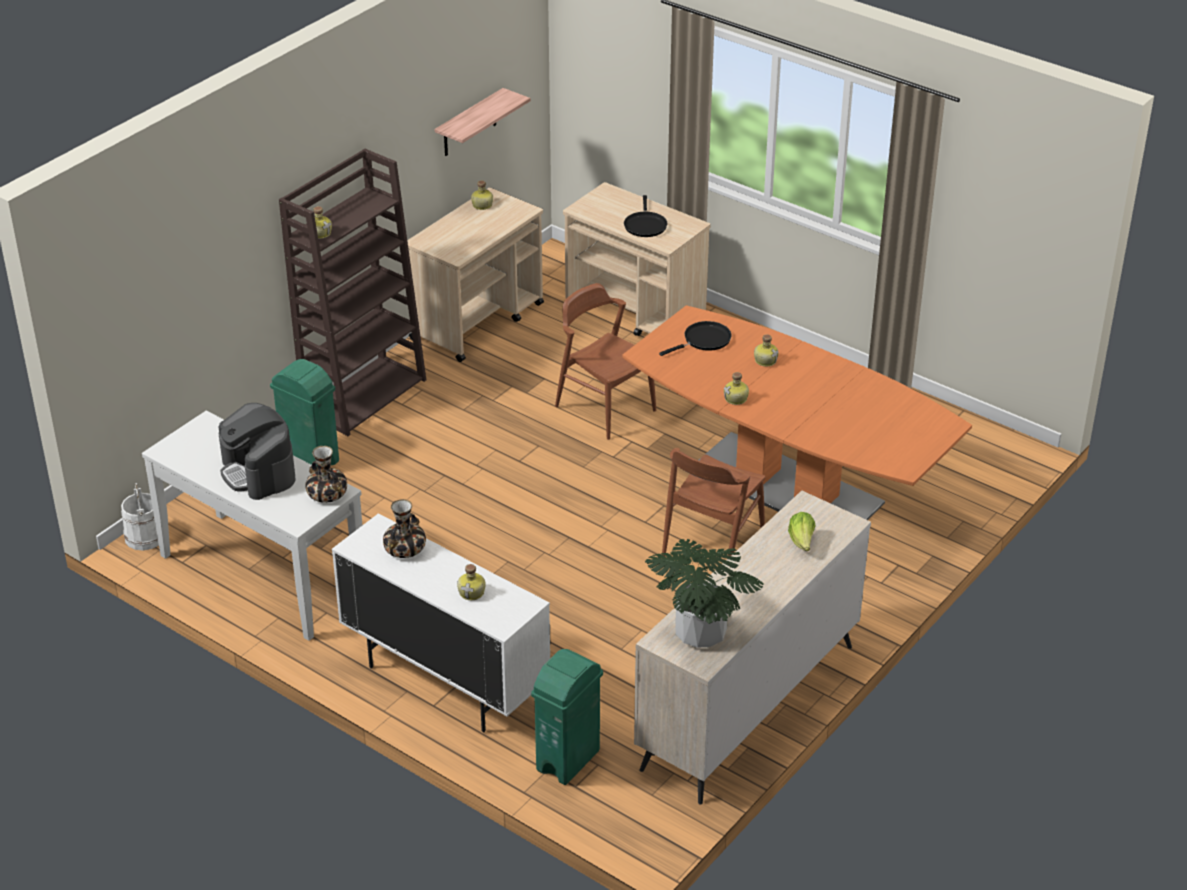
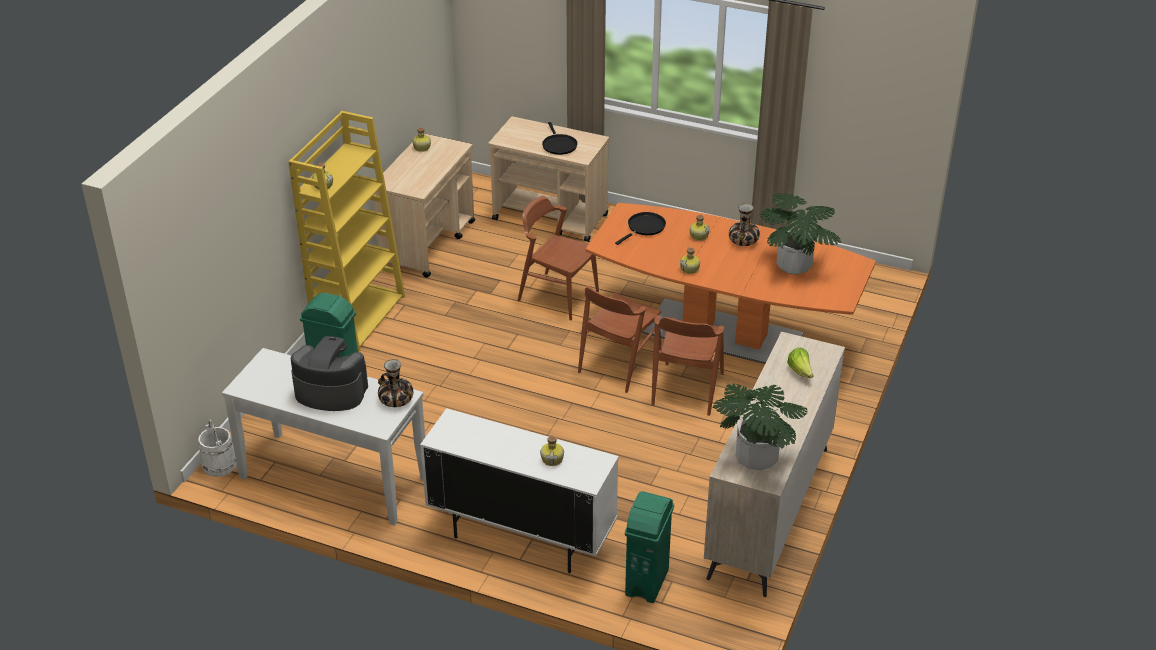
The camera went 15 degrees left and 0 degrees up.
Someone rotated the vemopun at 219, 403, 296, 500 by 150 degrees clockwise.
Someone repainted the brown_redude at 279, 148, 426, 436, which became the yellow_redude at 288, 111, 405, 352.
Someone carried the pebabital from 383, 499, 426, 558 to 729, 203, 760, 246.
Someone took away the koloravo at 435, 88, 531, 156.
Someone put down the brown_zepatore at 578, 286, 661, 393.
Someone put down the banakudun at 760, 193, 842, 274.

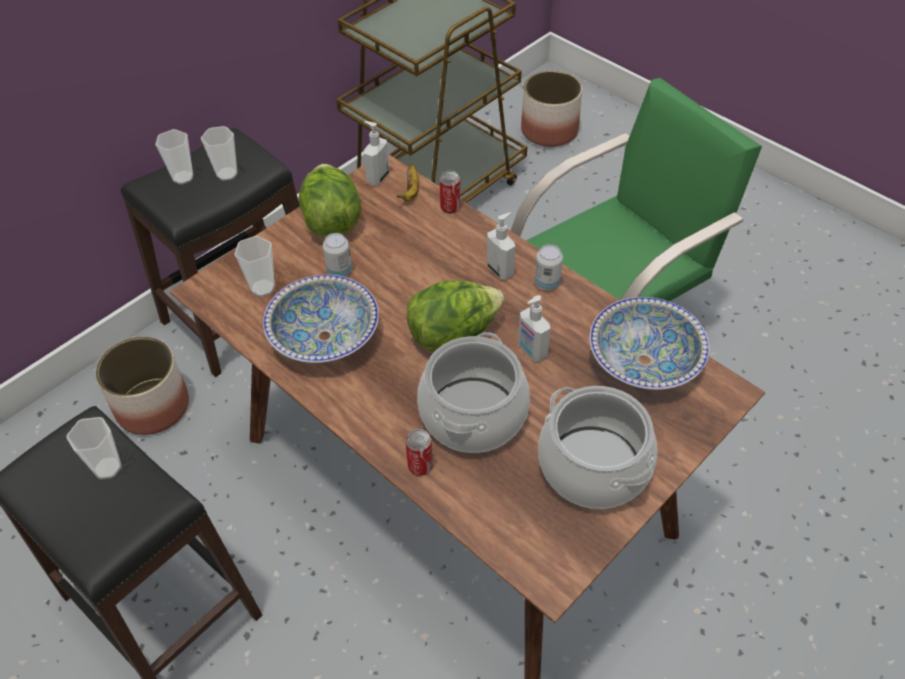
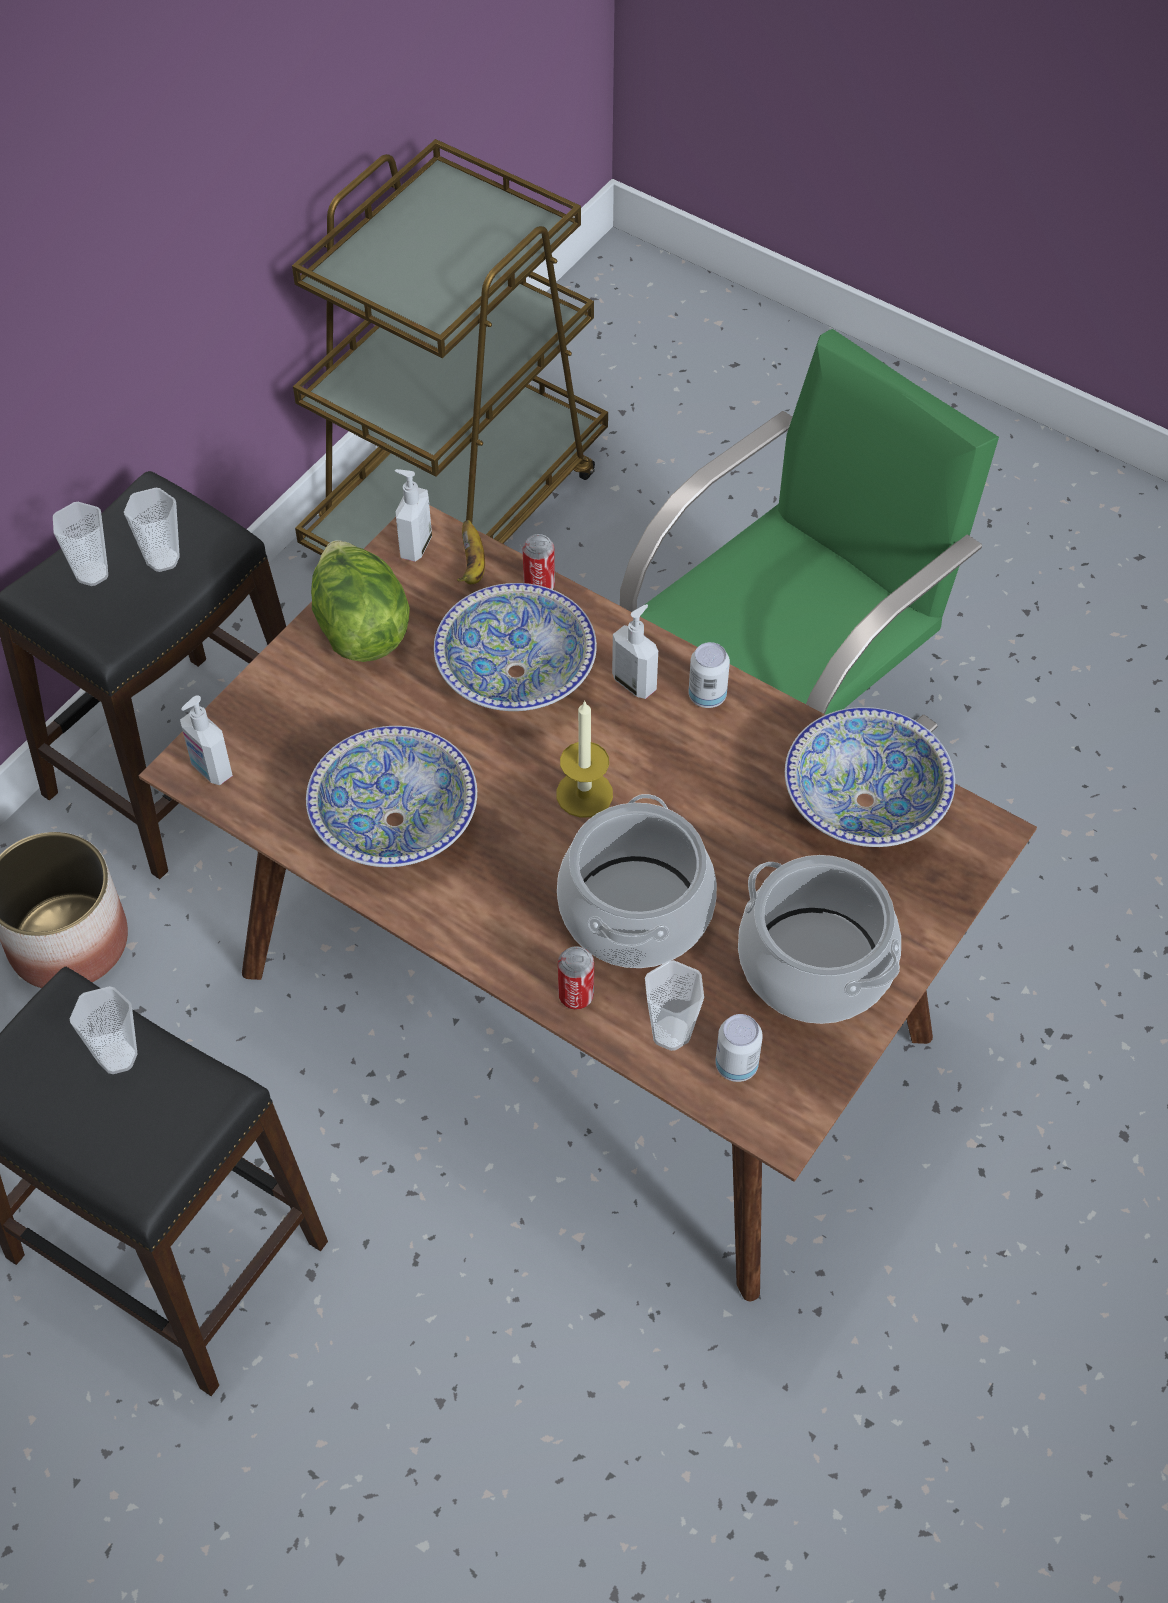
The camera went 10 degrees left and 5 degrees up.
Someone carried the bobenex from 234, 236, 275, 297 to 645, 960, 704, 1051.
Someone carried the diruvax from 323, 233, 352, 277 to 715, 1014, 763, 1082.
Someone swapped the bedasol at 407, 280, 504, 352 for the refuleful at 556, 700, 613, 818.
Someone carried the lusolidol from 518, 295, 551, 362 to 180, 695, 233, 785.
Someone took away the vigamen at 521, 71, 582, 147.
Someone put down the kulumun at 434, 583, 597, 711.

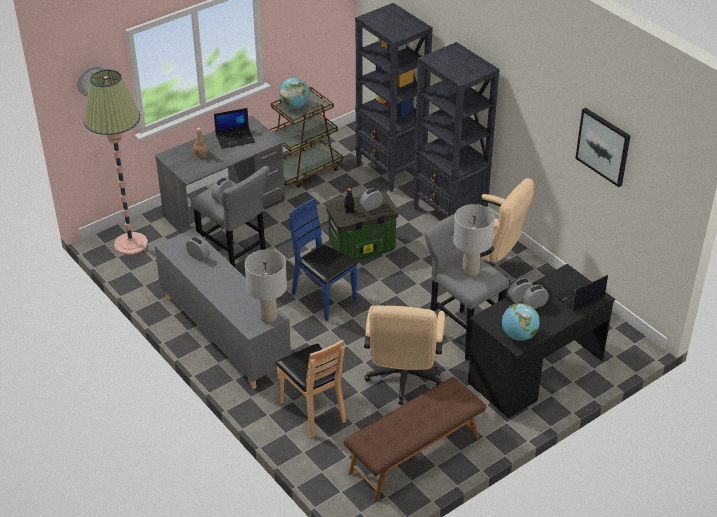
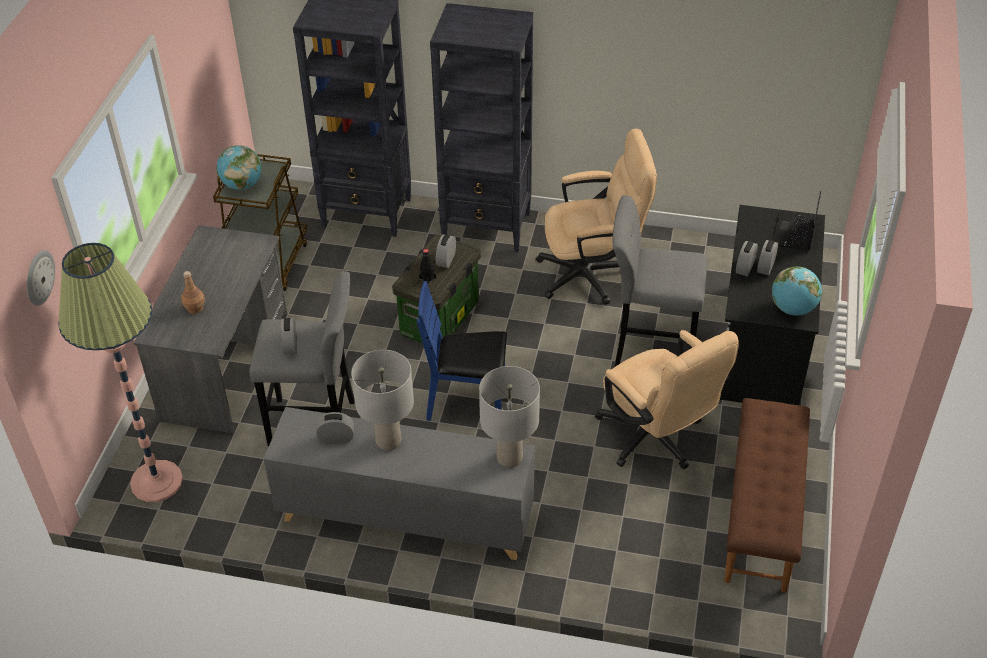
The camera went 40 degrees left and 5 degrees up.
Someone took away the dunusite at 214, 108, 255, 149.
Someone took away the brown_zepatore at 275, 340, 346, 438.
Someone carried the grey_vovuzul from 453, 204, 495, 277 to 351, 350, 414, 451.
Someone took away the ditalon at 575, 108, 630, 187.

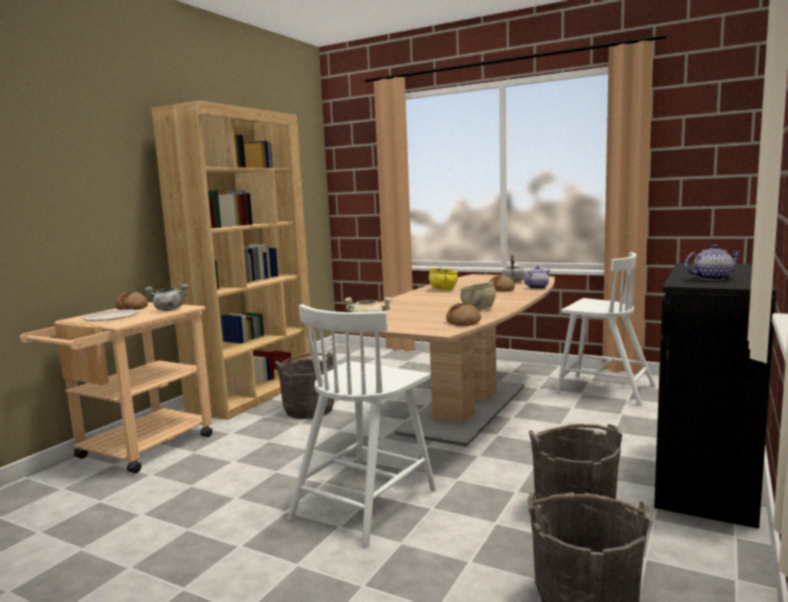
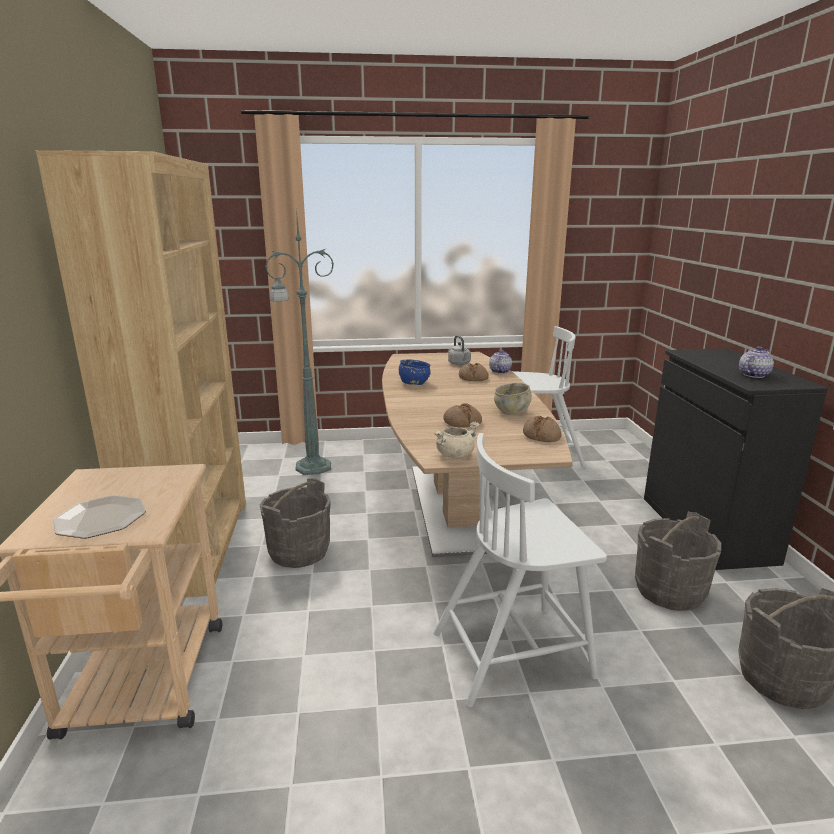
The camera went 35 degrees left and 10 degrees up.
Someone carried the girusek from 115, 292, 148, 310 to 443, 403, 482, 428.
Someone took away the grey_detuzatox at 145, 284, 188, 311.
Someone rotated the white_zepatore at 288, 304, 436, 548 by 75 degrees clockwise.
Someone repainted the yellow_kulumun at 429, 268, 458, 290, which became the blue_kulumun at 399, 359, 430, 385.
Someone put down the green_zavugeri at 265, 208, 334, 475.

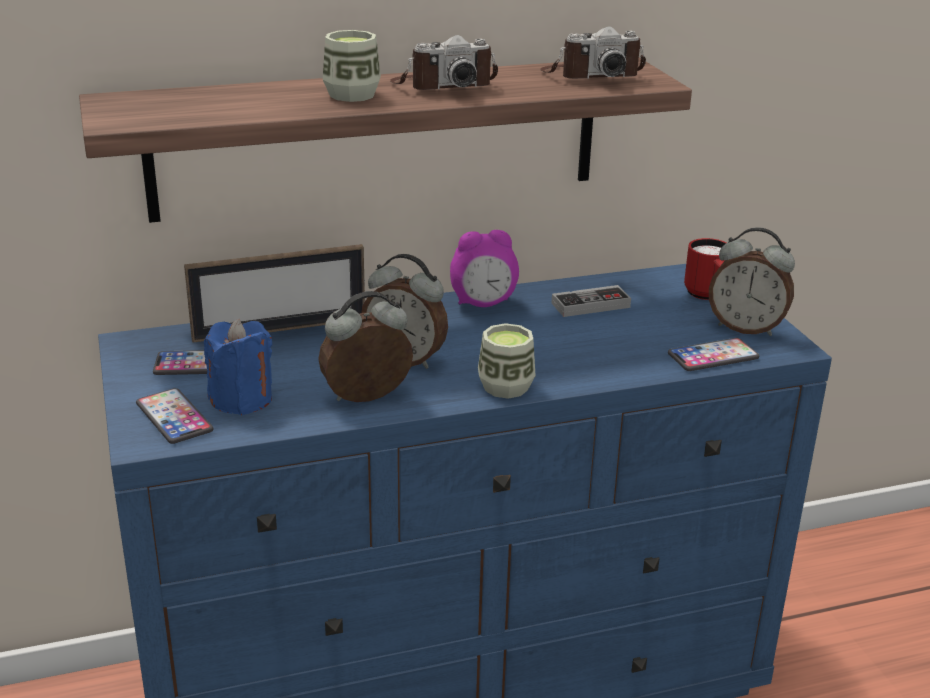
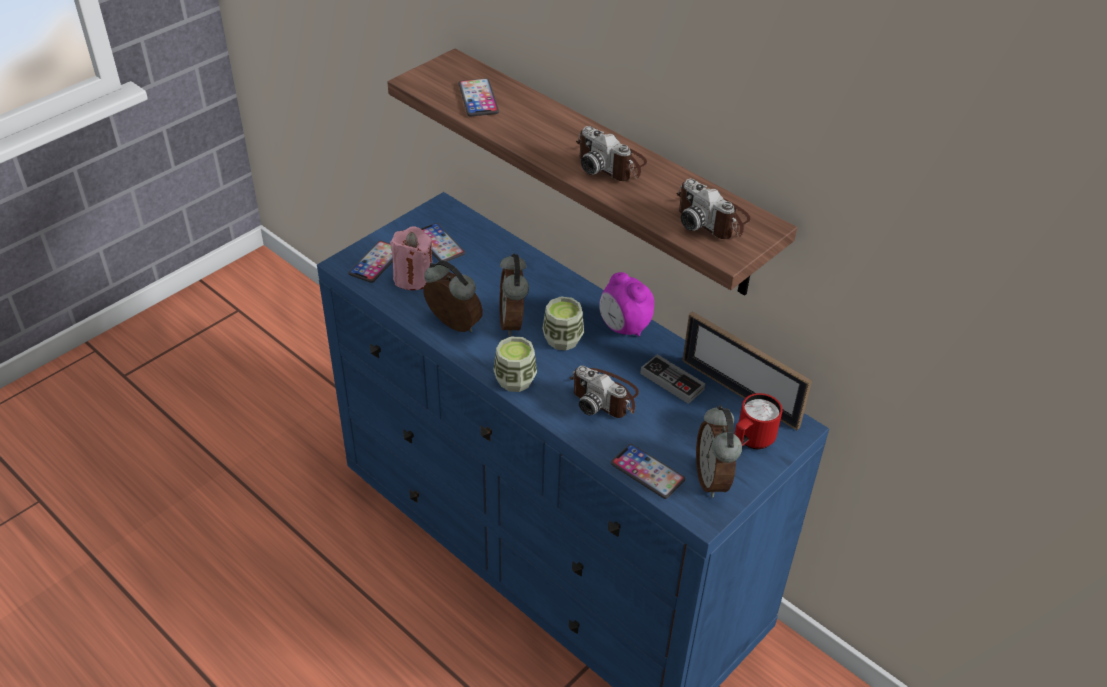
The camera went 60 degrees right and 15 degrees up.
Someone carried the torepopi from 184, 244, 365, 343 to 682, 311, 812, 430.
Someone repainted the blue_refuleful at 204, 319, 272, 415, which became the pink_refuleful at 390, 226, 432, 290.
Someone carried the bobenex from 323, 30, 381, 102 to 542, 297, 584, 351.
Someone put down the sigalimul at 459, 78, 499, 116.
Someone put down the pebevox at 569, 366, 639, 418.

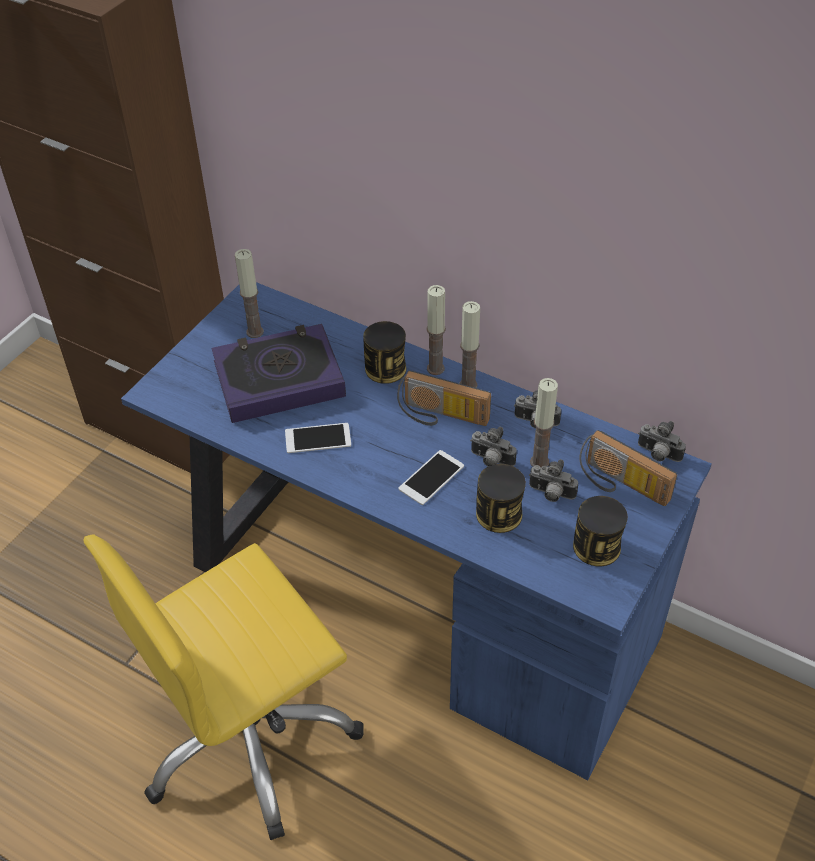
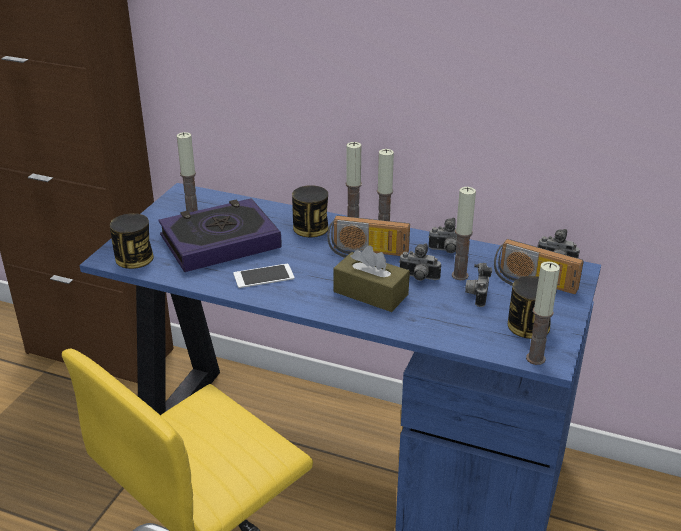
The camera went 10 degrees left and 15 degrees down.
Someone swapped the sigalimul at 399, 450, 464, 505 for the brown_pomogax at 333, 246, 410, 312.
Someone carried the diruvax from 476, 464, 526, 533 to 110, 213, 154, 269.
Someone rotated the pebevox at 529, 459, 578, 502 by 90 degrees clockwise.
Someone put down the refuleful at 526, 261, 560, 365.

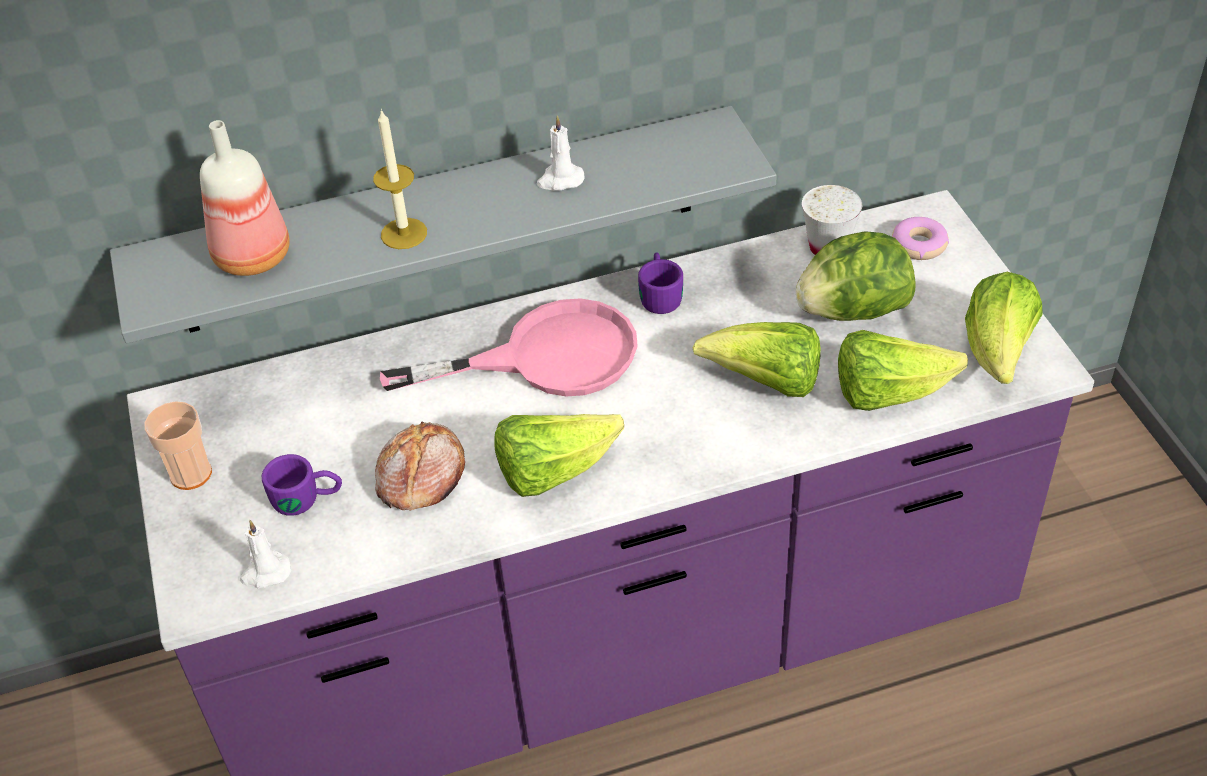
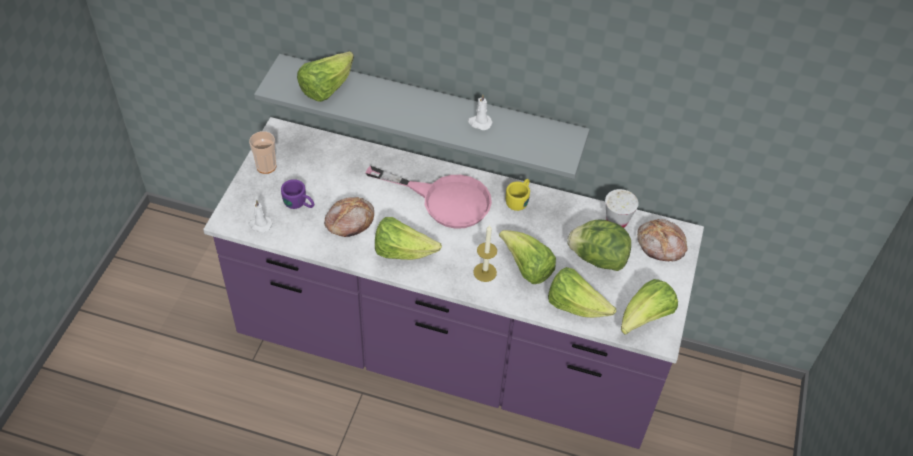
The camera went 30 degrees right and 5 degrees up.
Someone swapped the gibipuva at 200, 120, 290, 276 for the bedasol at 297, 51, 354, 102.
Someone carried the refuleful from 373, 109, 427, 249 to 473, 225, 497, 282.
Someone repainted the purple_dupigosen at 638, 252, 683, 314, which became the yellow_dupigosen at 506, 179, 530, 211.
Someone swapped the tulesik at 892, 217, 949, 260 for the girusek at 637, 219, 687, 261.

